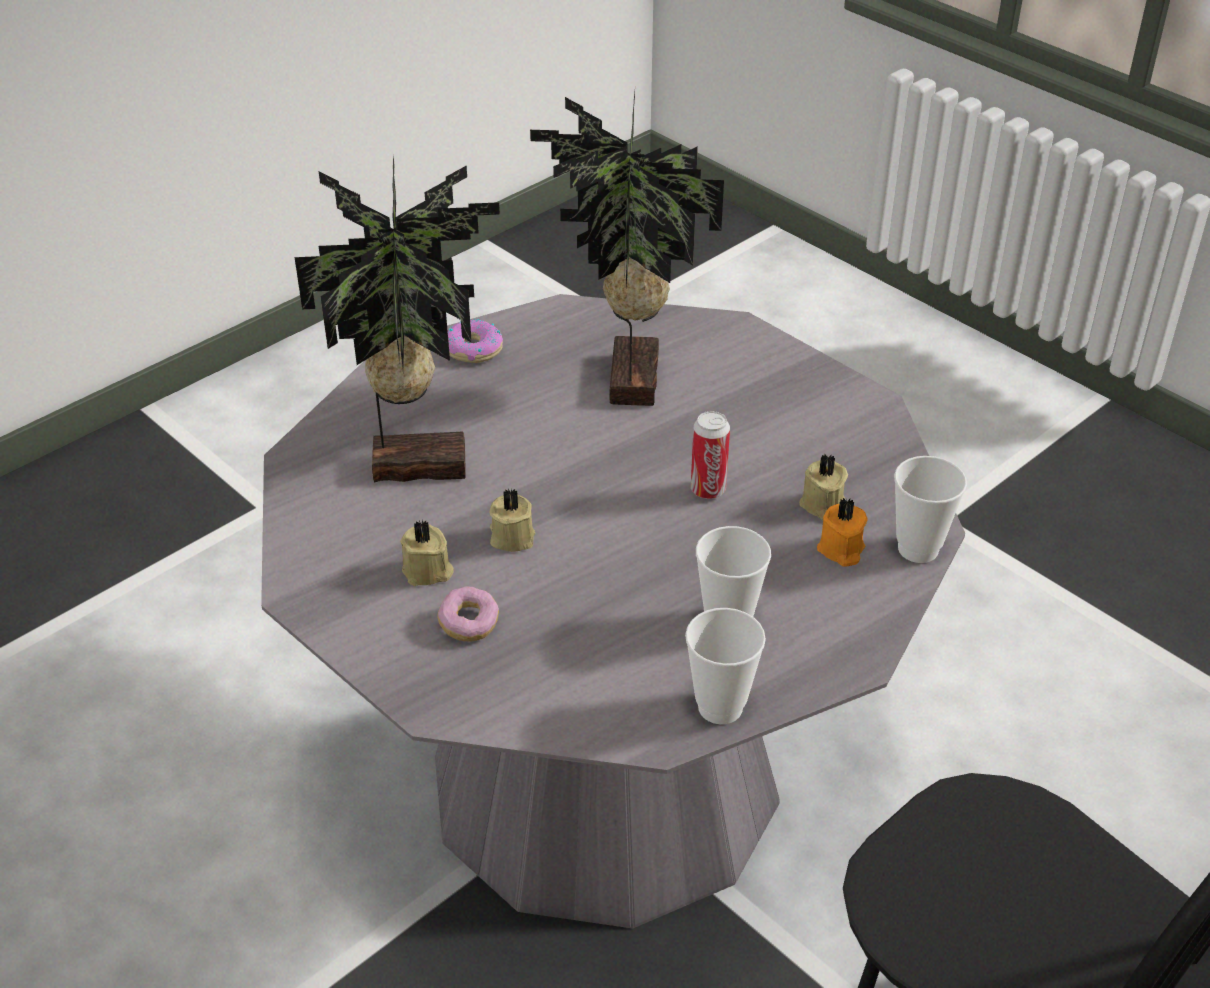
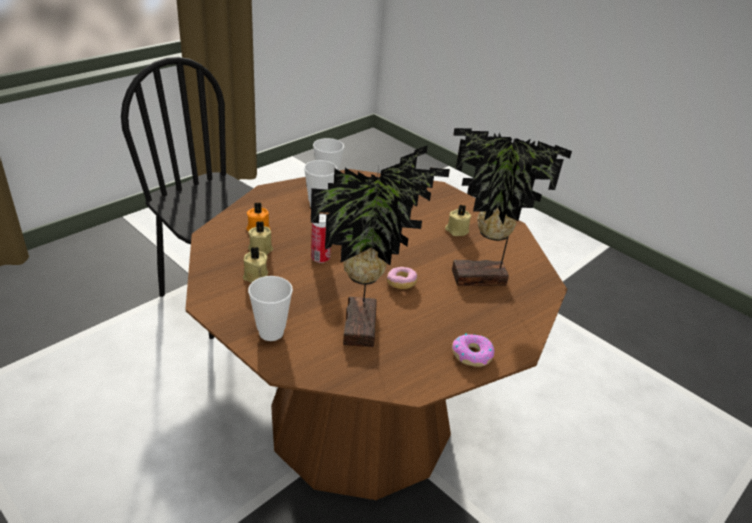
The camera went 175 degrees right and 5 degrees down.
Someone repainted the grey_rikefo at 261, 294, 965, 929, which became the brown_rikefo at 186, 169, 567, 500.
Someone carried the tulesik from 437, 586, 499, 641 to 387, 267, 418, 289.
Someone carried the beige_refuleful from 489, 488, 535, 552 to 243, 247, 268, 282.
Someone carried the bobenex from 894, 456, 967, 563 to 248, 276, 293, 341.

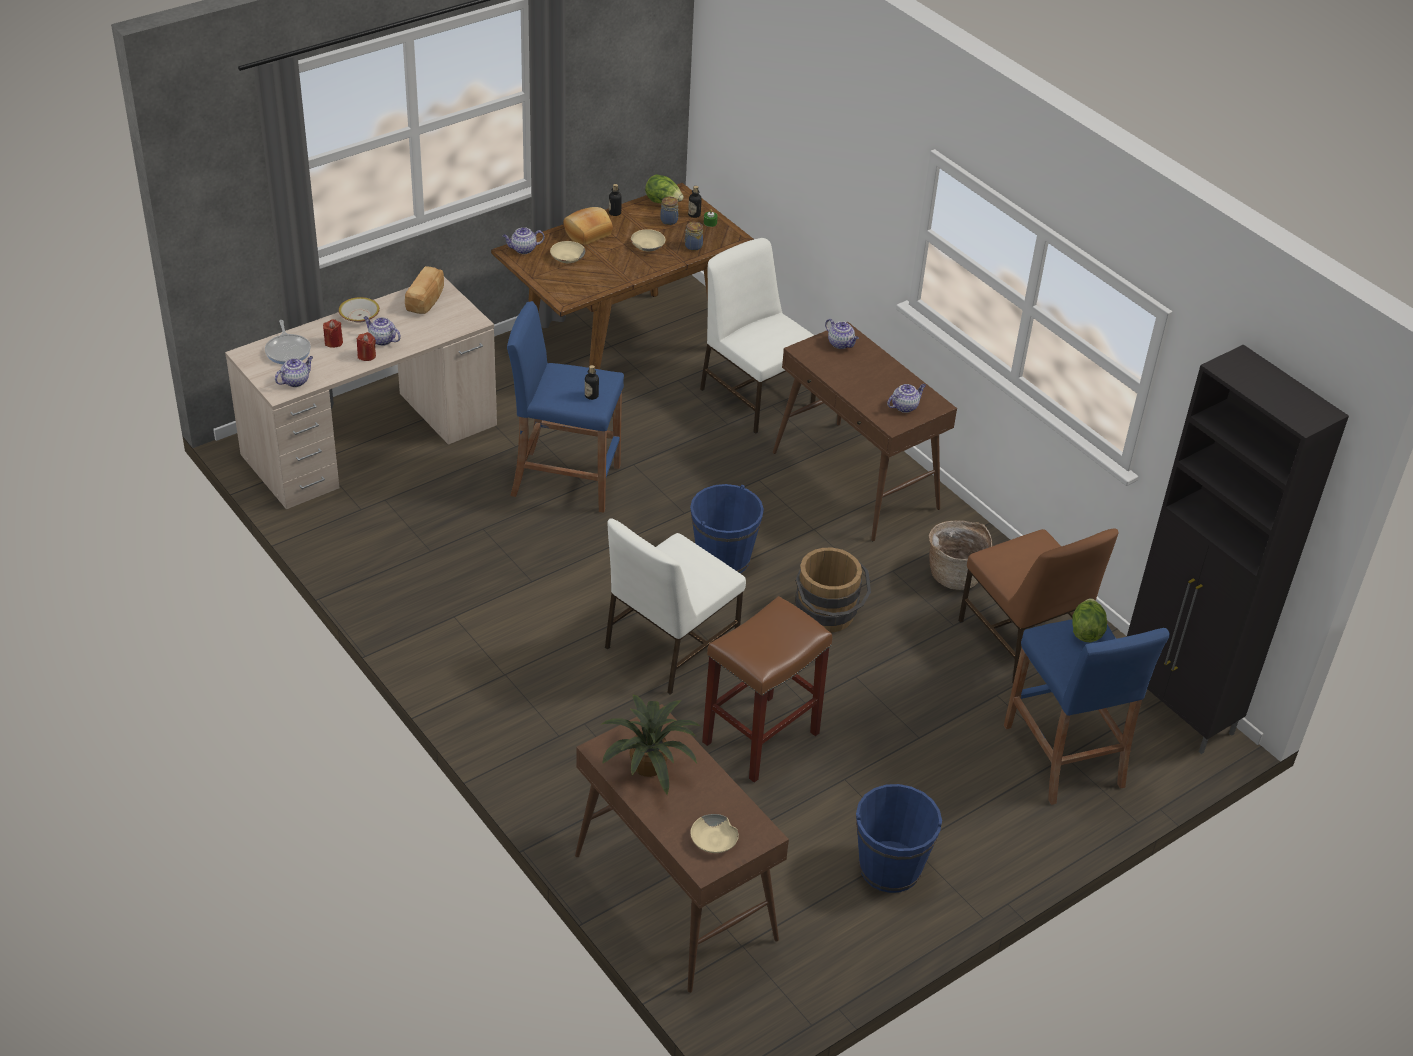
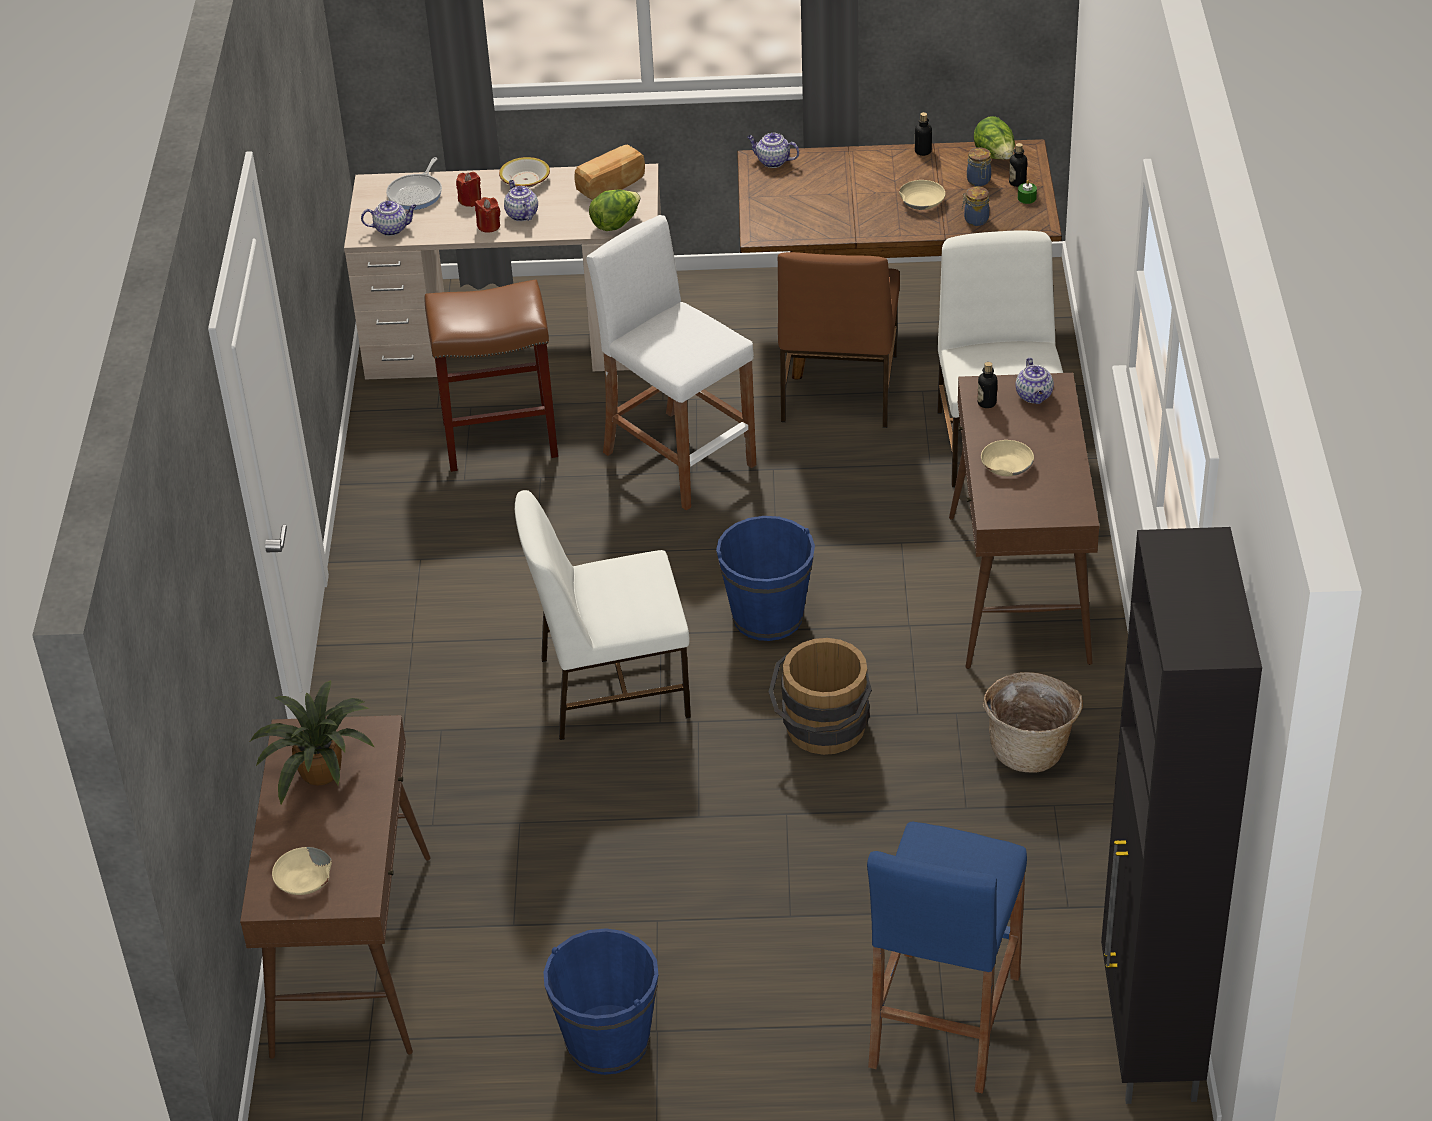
The camera went 40 degrees right and 0 degrees up.
Someone repainted the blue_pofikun at 507, 301, 624, 513, which became the white_pofikun at 586, 215, 756, 511.
Someone carried the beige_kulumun from 550, 241, 585, 263 to 981, 440, 1034, 476.
Someone took away the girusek at 563, 207, 613, 245.
Someone carried the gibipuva from 585, 365, 599, 400 to 978, 362, 997, 408.
Someone carried the brown_pofikun from 702, 596, 832, 783 to 424, 279, 558, 472.
Someone took away the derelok at 887, 384, 926, 413.
Someone carried the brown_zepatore from 958, 528, 1119, 683 to 778, 252, 900, 428.
Someone carried the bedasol from 1072, 598, 1107, 642 to 589, 189, 641, 231.

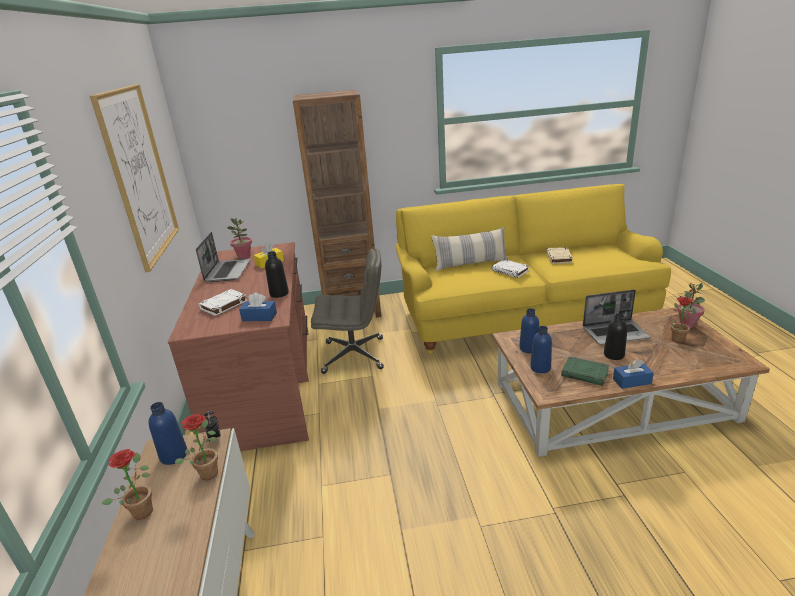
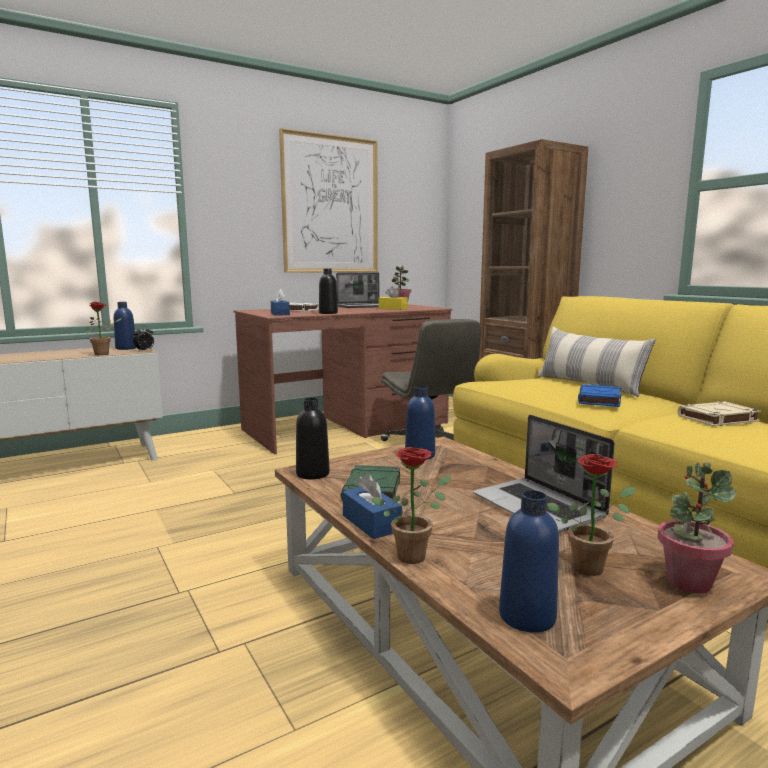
The camera went 65 degrees right and 15 degrees down.
Someone carried the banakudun from 102, 449, 153, 520 to 371, 447, 451, 564.
Someone repainted the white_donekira at 492, 259, 530, 278, which became the blue_donekira at 578, 384, 621, 407.
Someone carried the blue_gibipuva from 530, 326, 552, 373 to 499, 490, 559, 633.
Someone carried the black_gibipuva from 604, 313, 627, 360 to 296, 398, 330, 479.

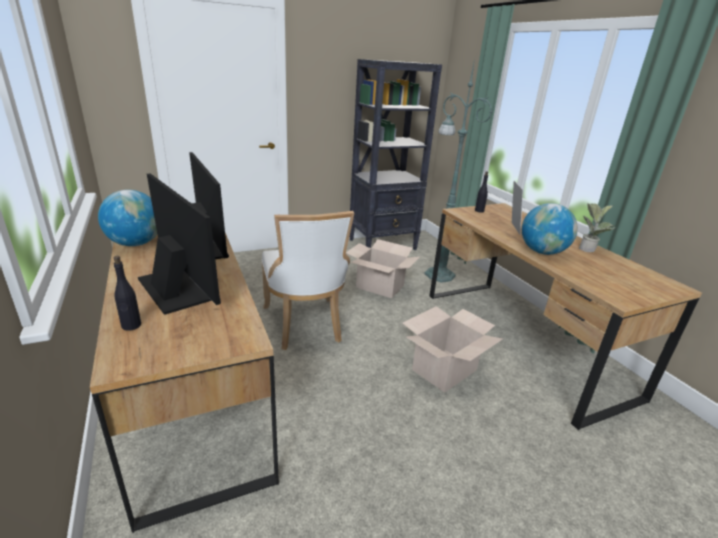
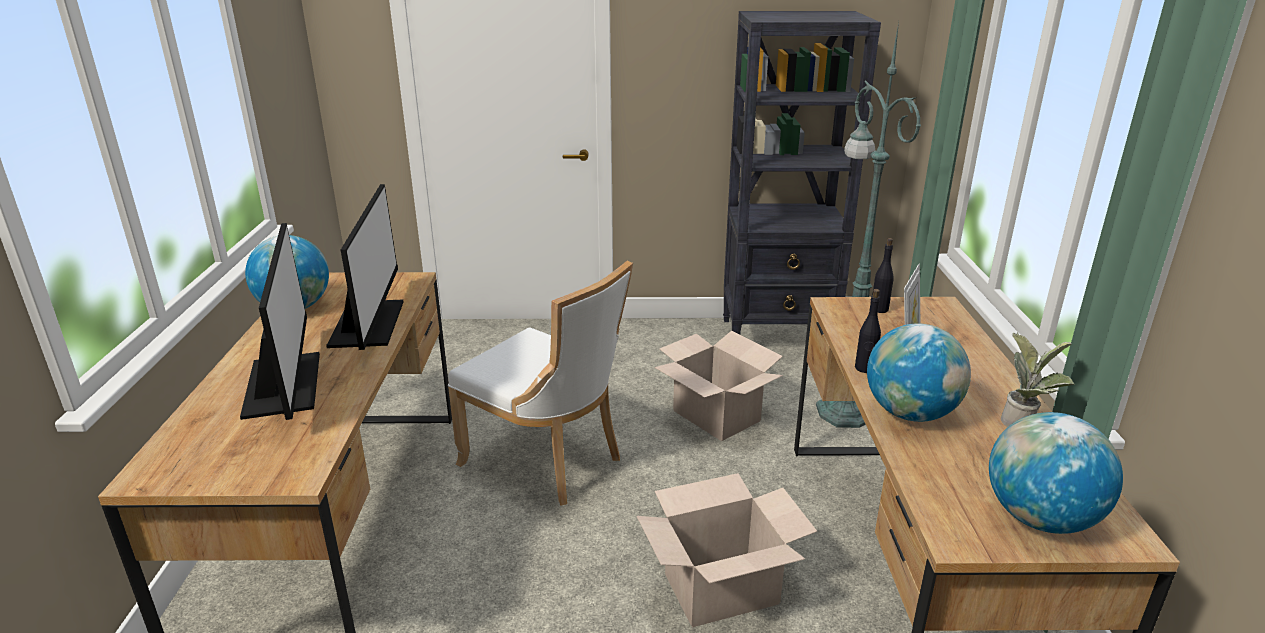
The camera went 25 degrees right and 0 degrees up.
Someone carried the black_gibipuva from 114, 256, 141, 331 to 855, 289, 881, 373.
Someone rotated the white_zepatore at 262, 211, 354, 350 by 60 degrees counterclockwise.
Someone put down the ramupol at 989, 412, 1123, 534.

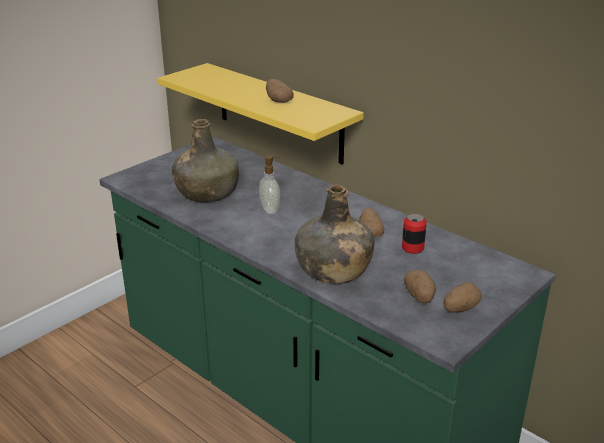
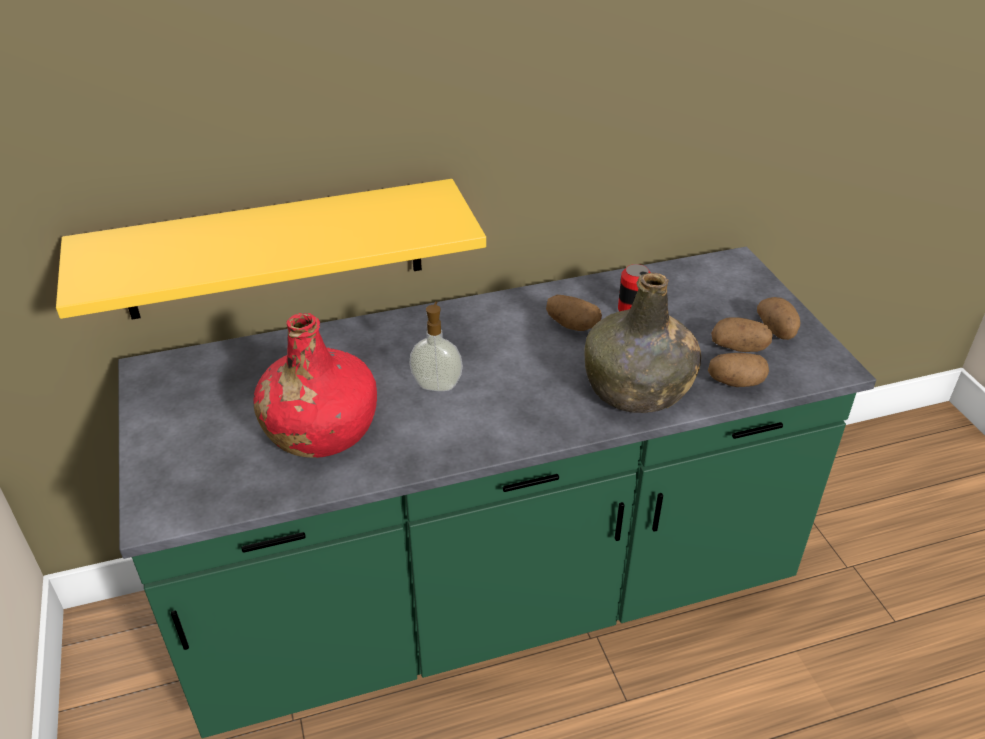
The camera went 60 degrees left and 10 degrees up.
Someone repainted the green_gibipuva at 172, 119, 239, 202, which became the red_gibipuva at 253, 313, 377, 458.
Someone carried the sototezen from 266, 79, 294, 103 to 708, 353, 769, 387.

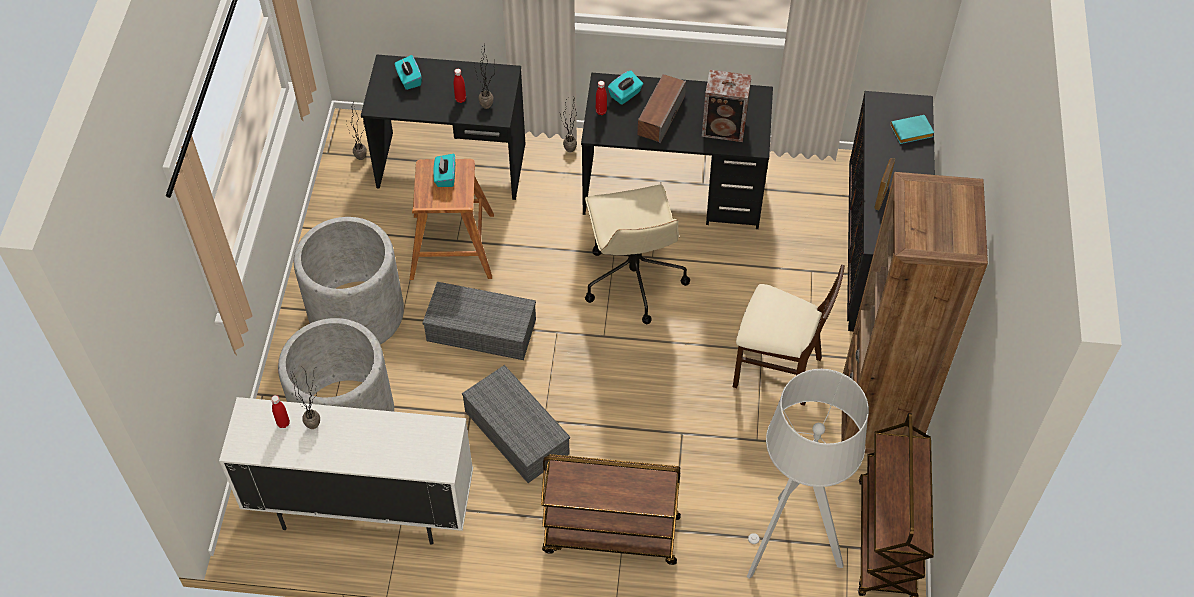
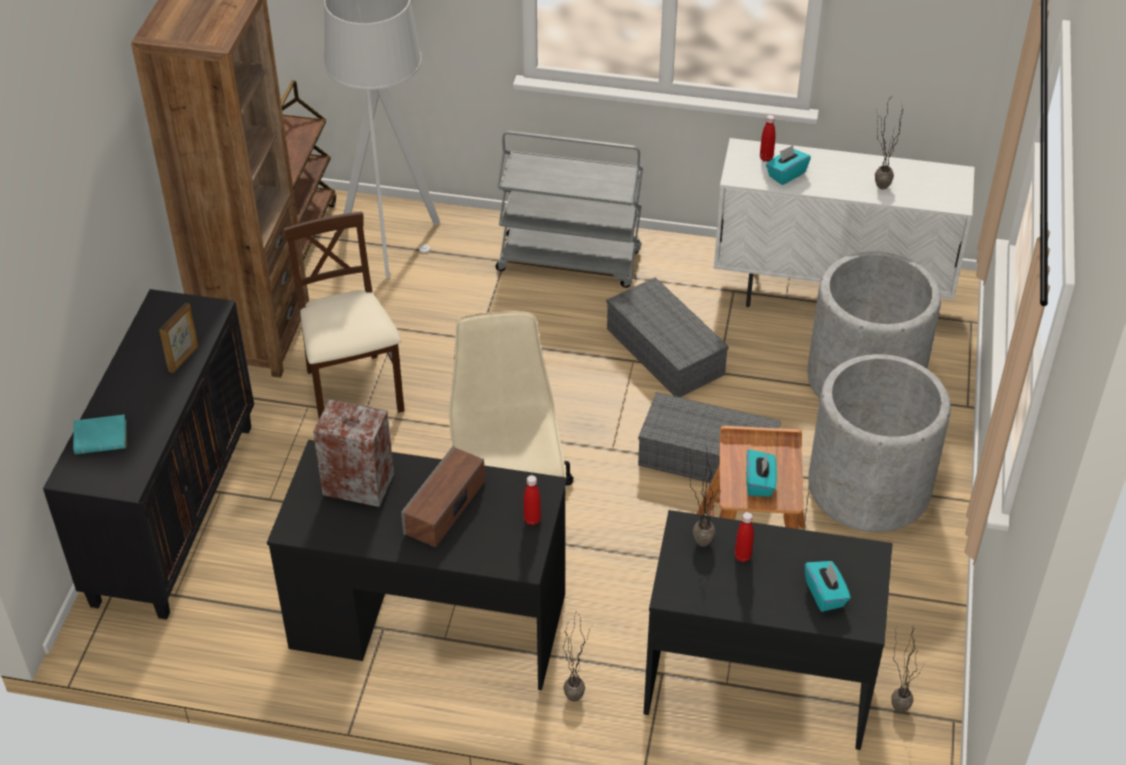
The camera went 175 degrees left and 10 degrees down.
Someone carried the red_gibipuva from 271, 395, 290, 428 to 760, 115, 776, 162.
Someone repainted the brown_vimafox at 541, 454, 681, 565, which became the grey_vimafox at 495, 131, 643, 288.
Someone carried the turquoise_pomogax from 608, 71, 643, 105 to 766, 145, 811, 185.
Someone rotated the beige_zepatore at 733, 265, 845, 406 by 45 degrees clockwise.

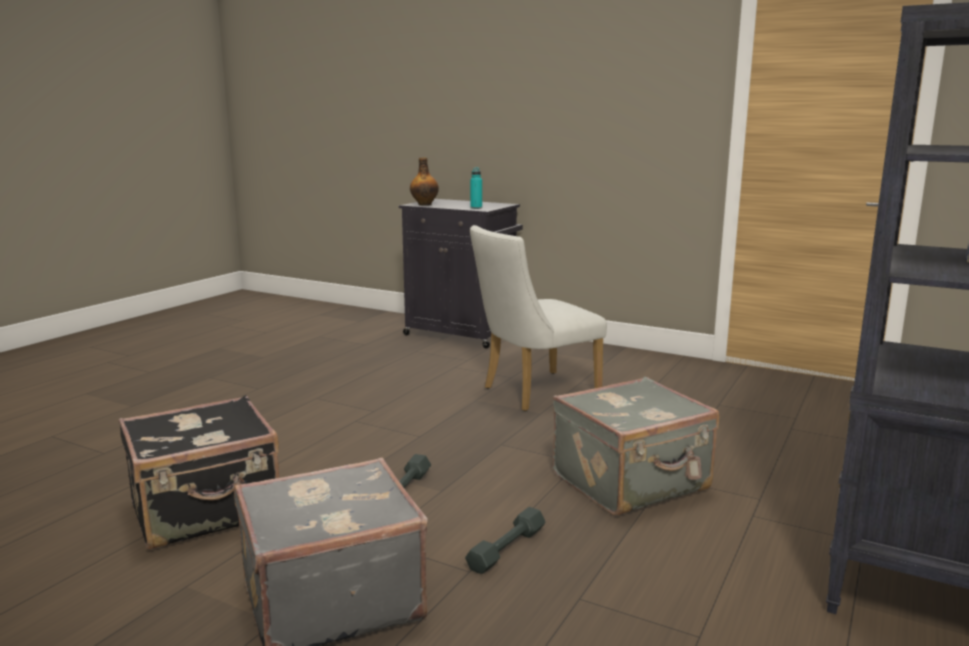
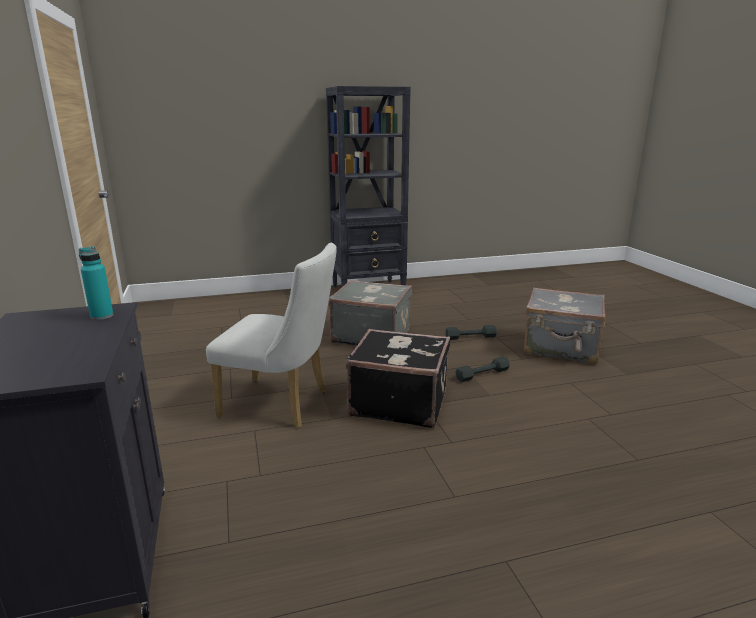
The camera went 135 degrees left and 5 degrees up.
Someone carried the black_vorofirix from 119, 395, 280, 549 to 346, 329, 450, 428.
Someone took away the gibipuva at 410, 157, 439, 206.

